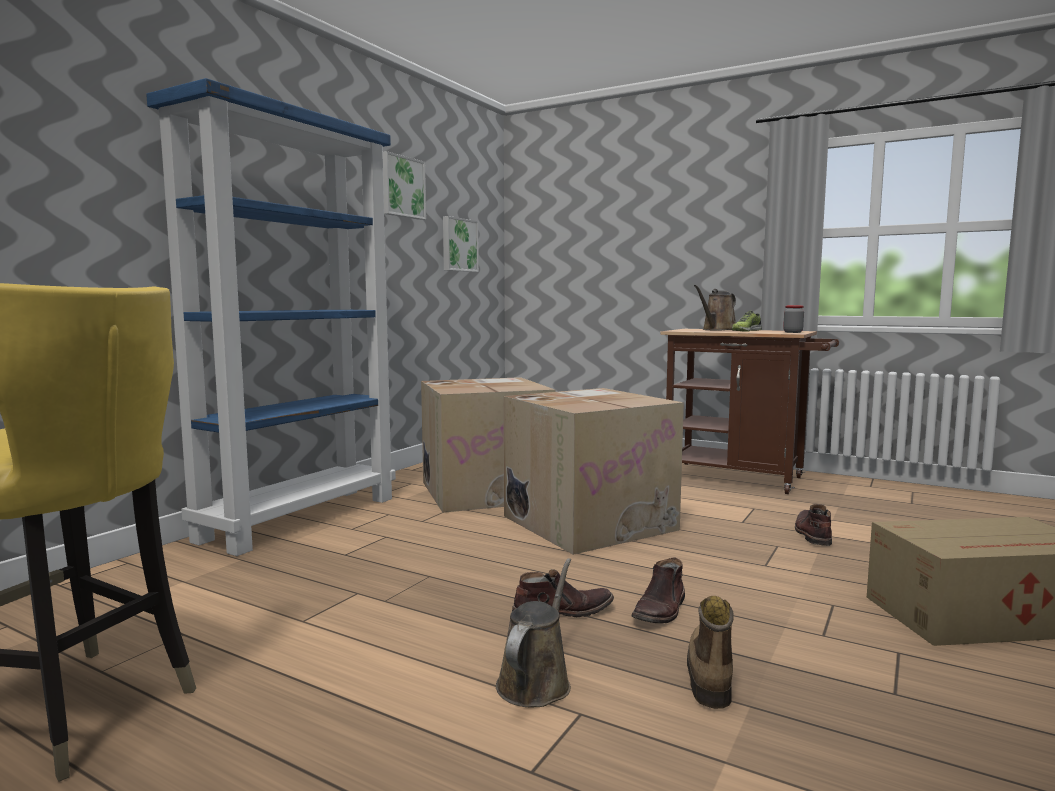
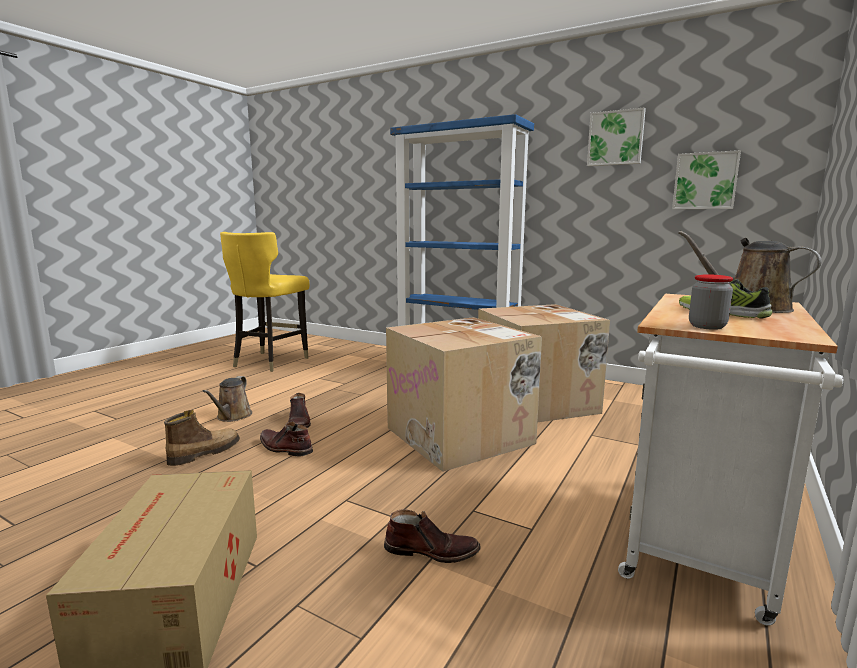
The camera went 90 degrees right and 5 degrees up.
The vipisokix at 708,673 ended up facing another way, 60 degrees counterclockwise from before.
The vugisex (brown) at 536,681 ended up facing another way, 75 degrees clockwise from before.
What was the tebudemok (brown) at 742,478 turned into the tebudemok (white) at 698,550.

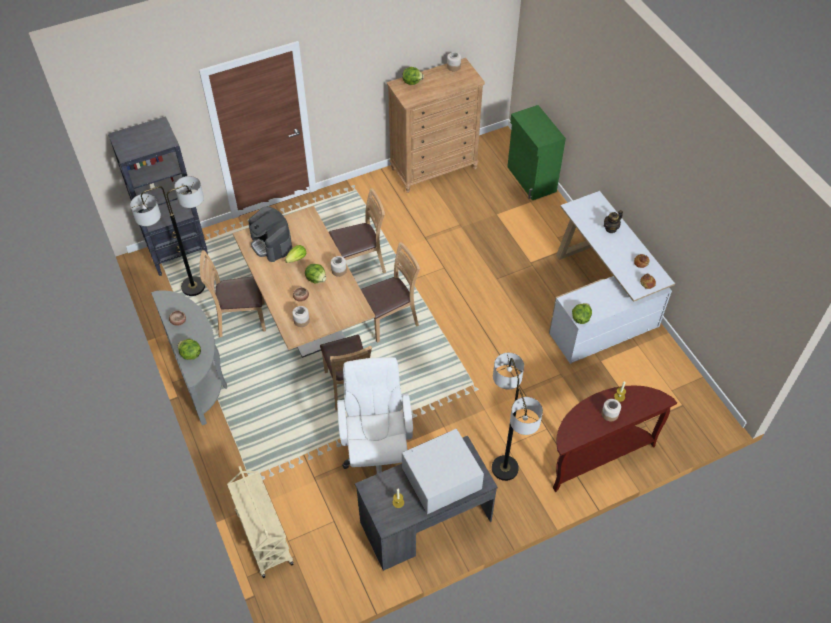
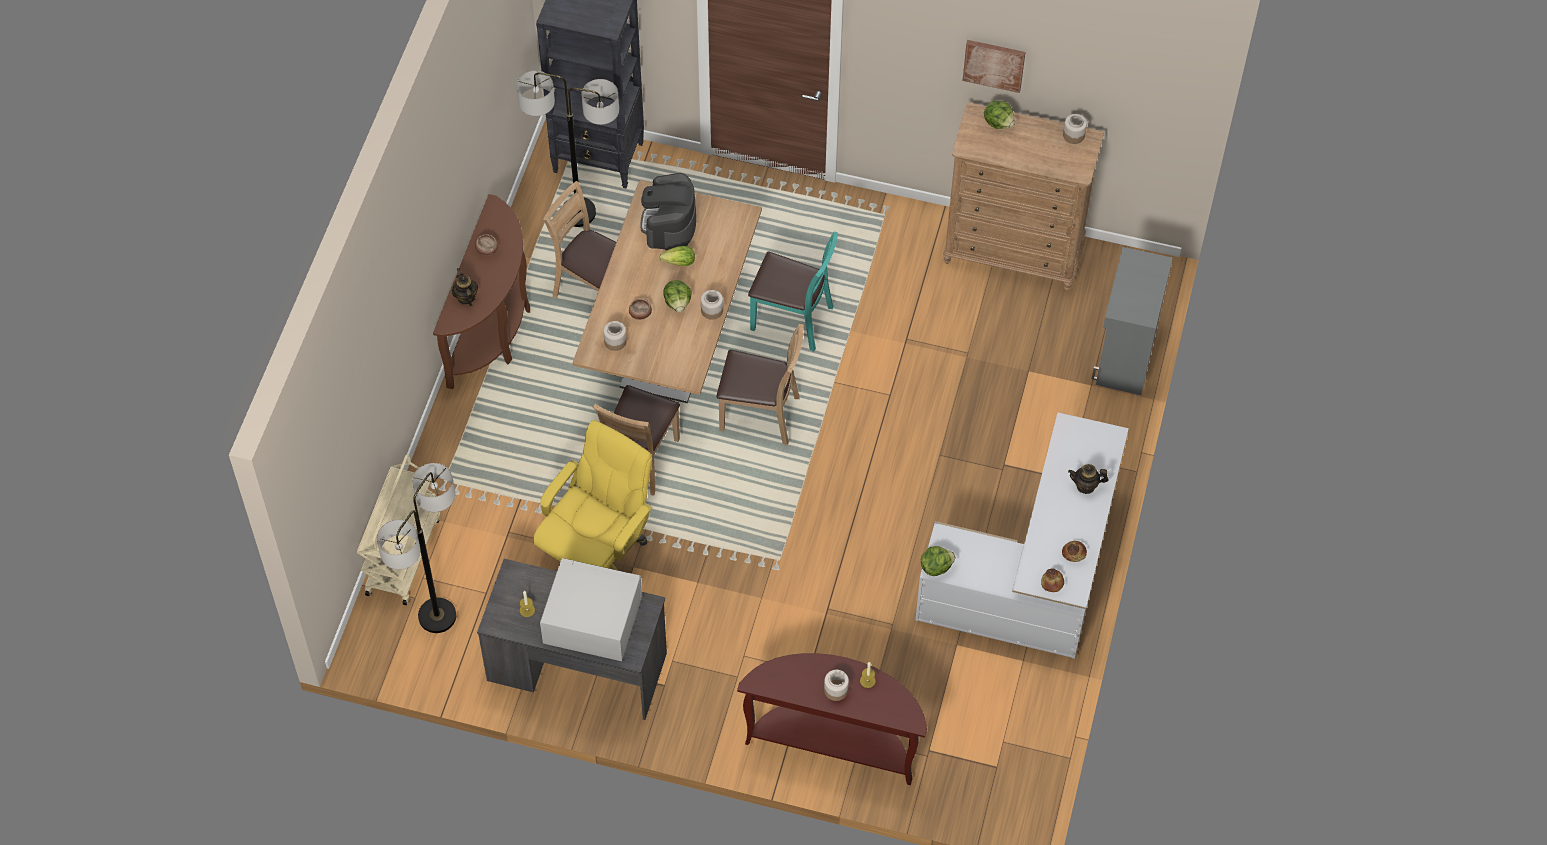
The camera went 40 degrees right and 5 degrees up.
The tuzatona ended up elsewhere, having gone from 504,468 to 437,616.
What was the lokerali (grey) at 200,376 turned into the lokerali (brown) at 493,330.
Where the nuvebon stood at 190,354, the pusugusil came to stand at 466,297.
What was the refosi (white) at 377,453 turned into the refosi (yellow) at 597,556.
What was the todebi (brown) at 360,265 turned into the todebi (turquoise) at 792,319.
The second view gained the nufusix at 994,64.
What was the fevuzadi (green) at 531,179 turned into the fevuzadi (grey) at 1125,355.

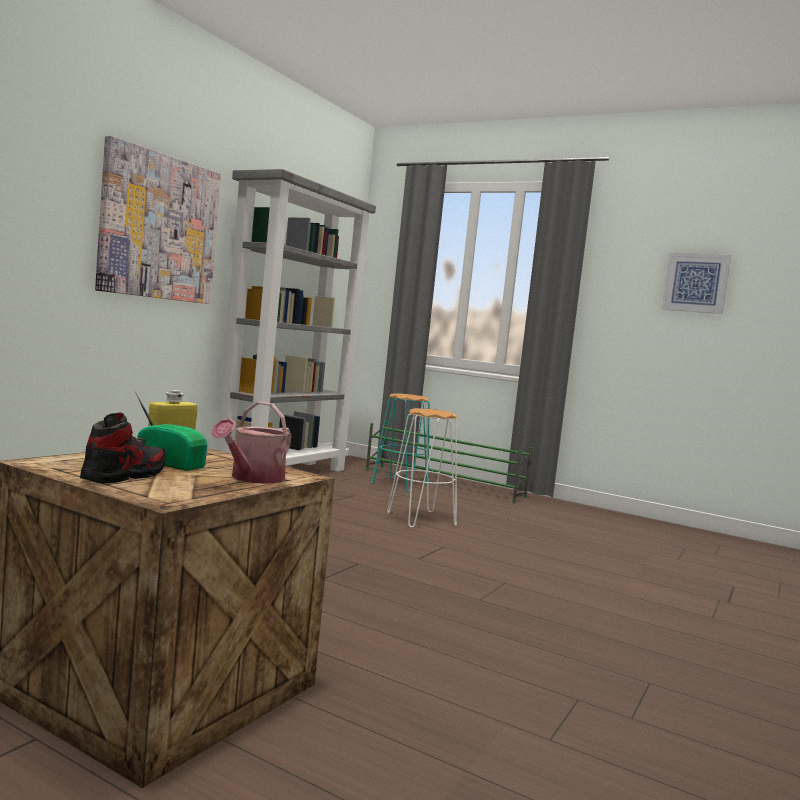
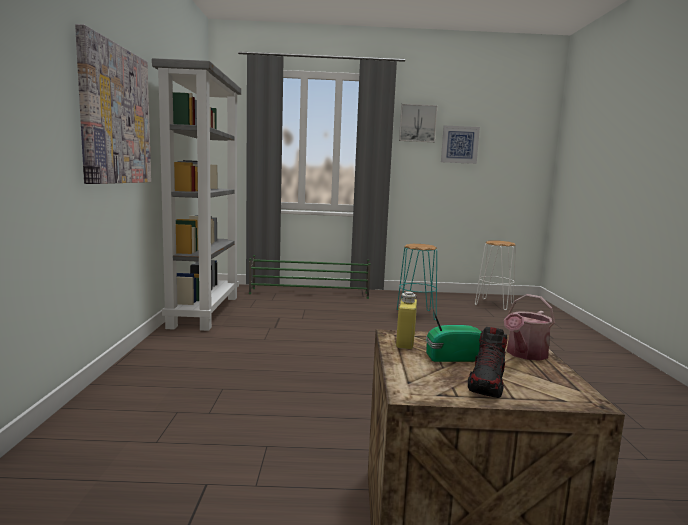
The camera went 30 degrees left and 5 degrees up.
The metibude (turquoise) ended up elsewhere, having gone from 400,485 to 416,314.
The second view gained the nufusix at 417,123.
The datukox at 124,475 ended up facing another way, 150 degrees counterclockwise from before.
The metibude (white) ended up elsewhere, having gone from 420,519 to 494,304.
The vugisex at 253,478 ended up facing another way, 45 degrees clockwise from before.

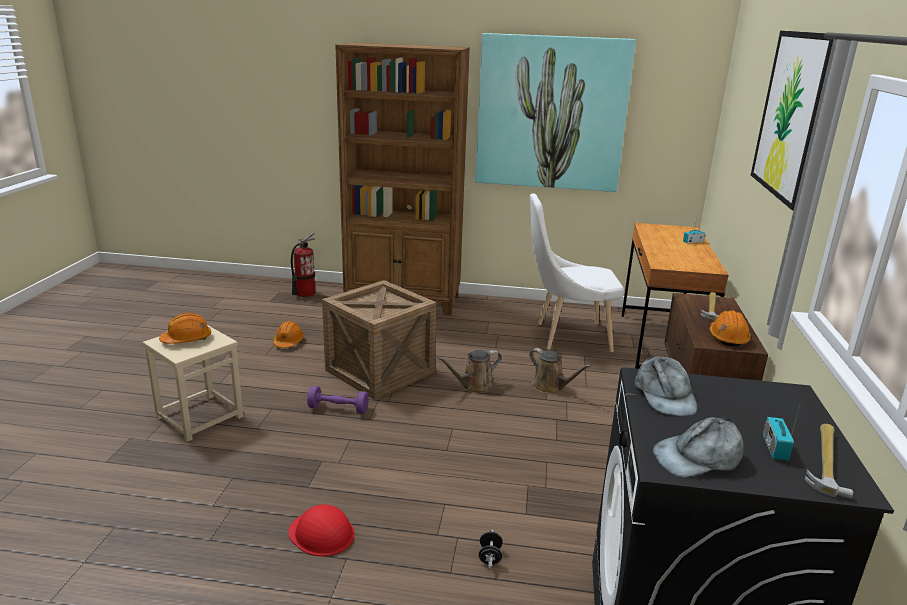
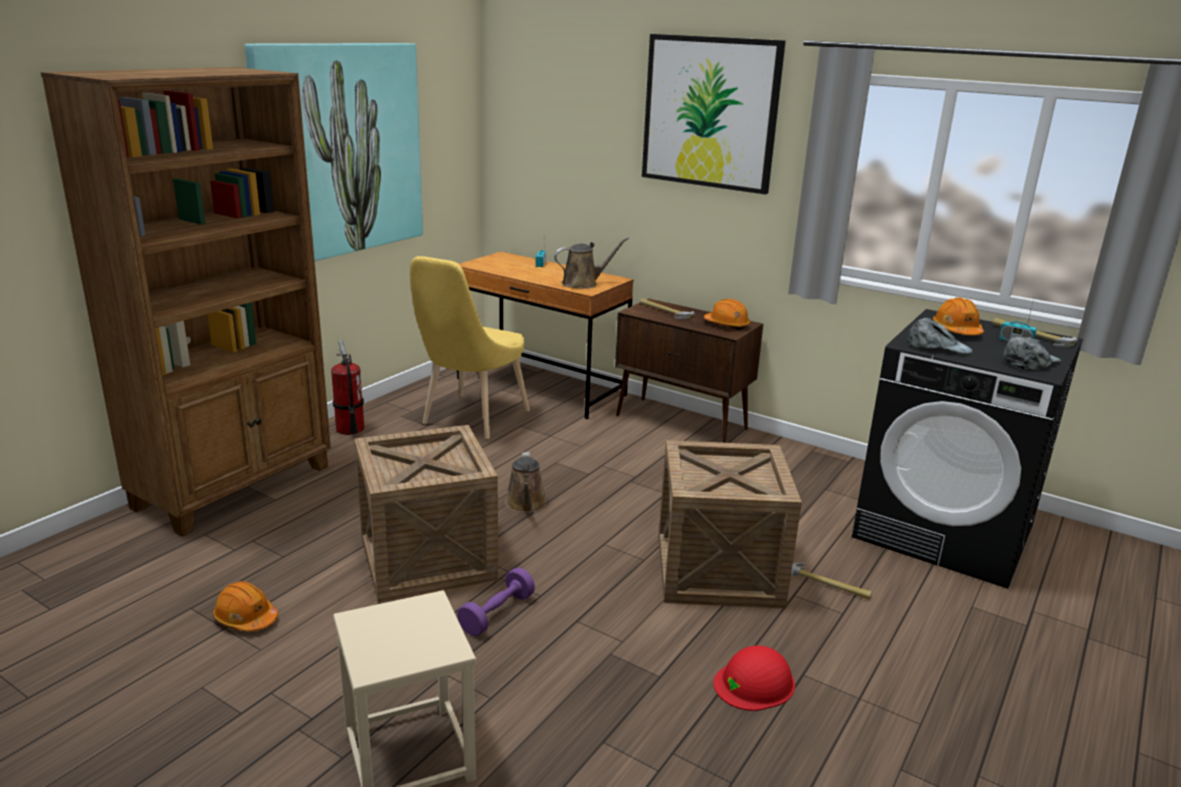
The camera went 65 degrees left and 0 degrees up.
The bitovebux ended up elsewhere, having gone from 305,293 to 349,429.
What was the todebi (white) at 567,337 turned into the todebi (yellow) at 471,420.
The vugisex (brown) ended up elsewhere, having gone from 551,387 to 583,283.
The second view gained the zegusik at 718,570.
Where the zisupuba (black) stood at 490,557, the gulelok came to stand at 828,585.
The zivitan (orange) ended up elsewhere, having gone from 187,339 to 956,330.
The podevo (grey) at 698,457 ended up facing another way, 135 degrees counterclockwise from before.

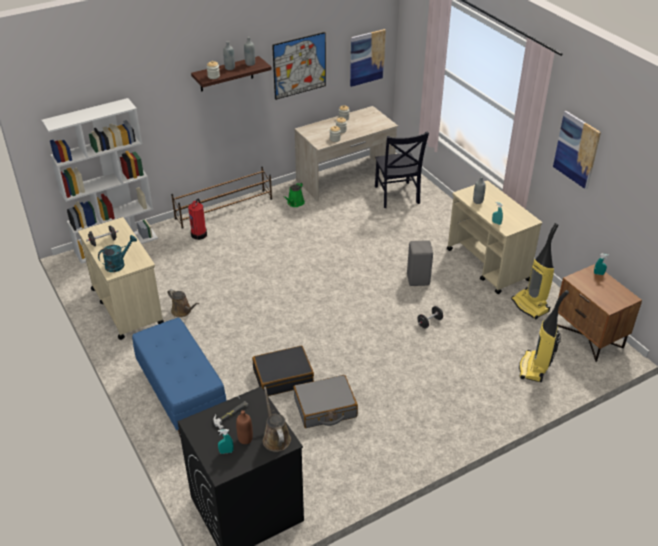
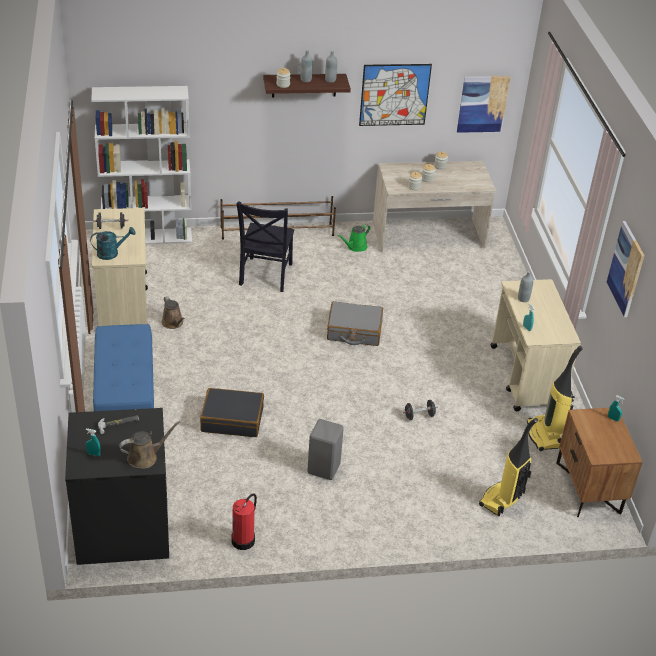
The camera went 20 degrees right and 0 degrees up.
The vugisex (brown) at 275,437 ended up facing another way, 60 degrees clockwise from before.
The bitovebux ended up elsewhere, having gone from 199,234 to 244,540.
The todebi (black) ended up elsewhere, having gone from 397,196 to 265,276.
The metibude (grey) ended up elsewhere, having gone from 417,280 to 322,469.
The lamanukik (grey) ended up elsewhere, having gone from 325,408 to 354,331.
The second view lost the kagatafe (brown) at 245,439.

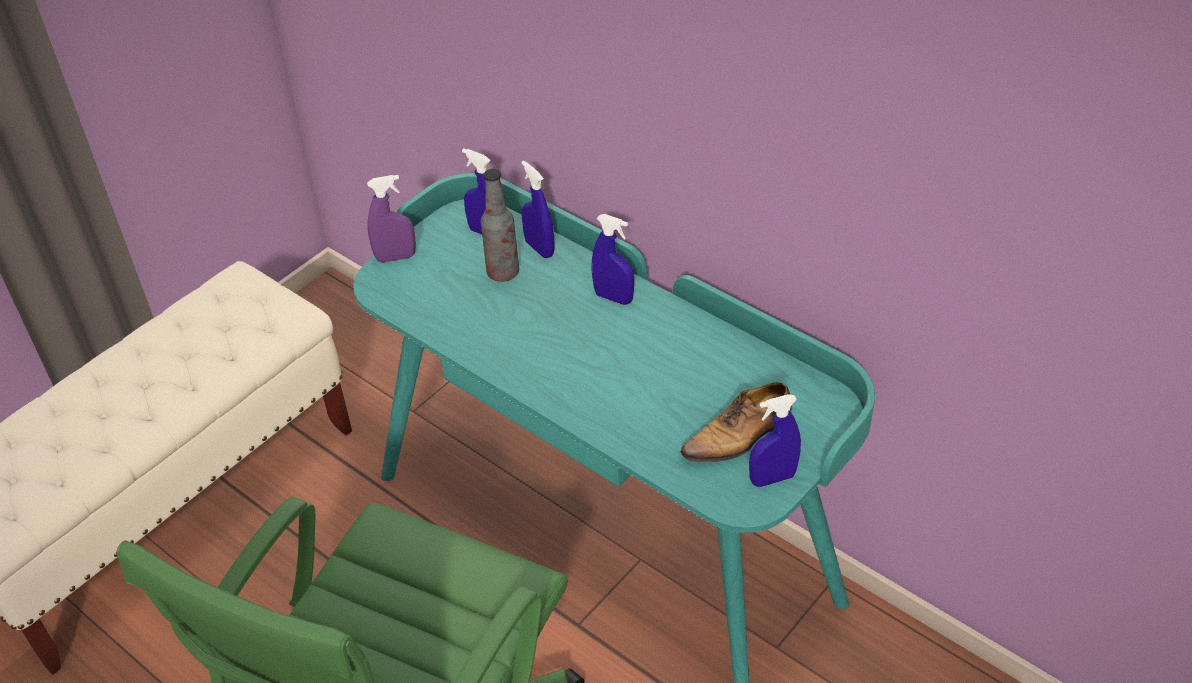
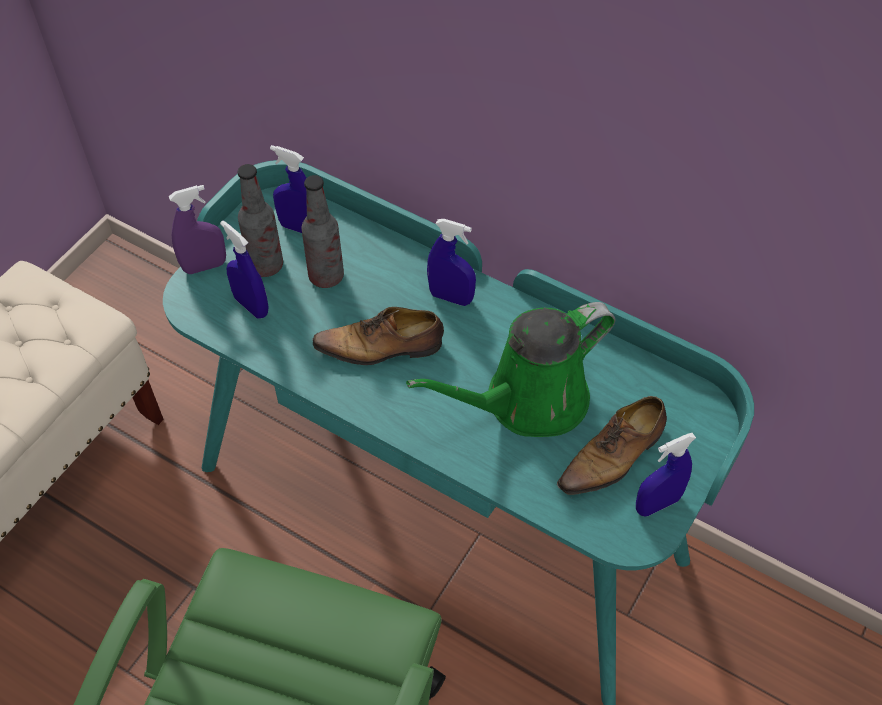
The camera went 10 degrees left and 10 degrees up.
The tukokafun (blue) ended up elsewhere, having gone from 539,248 to 251,306.
The second view gained the kagatafe at 266,265.
The second view gained the datukox at 382,347.
The second view gained the vugisex (green) at 527,401.

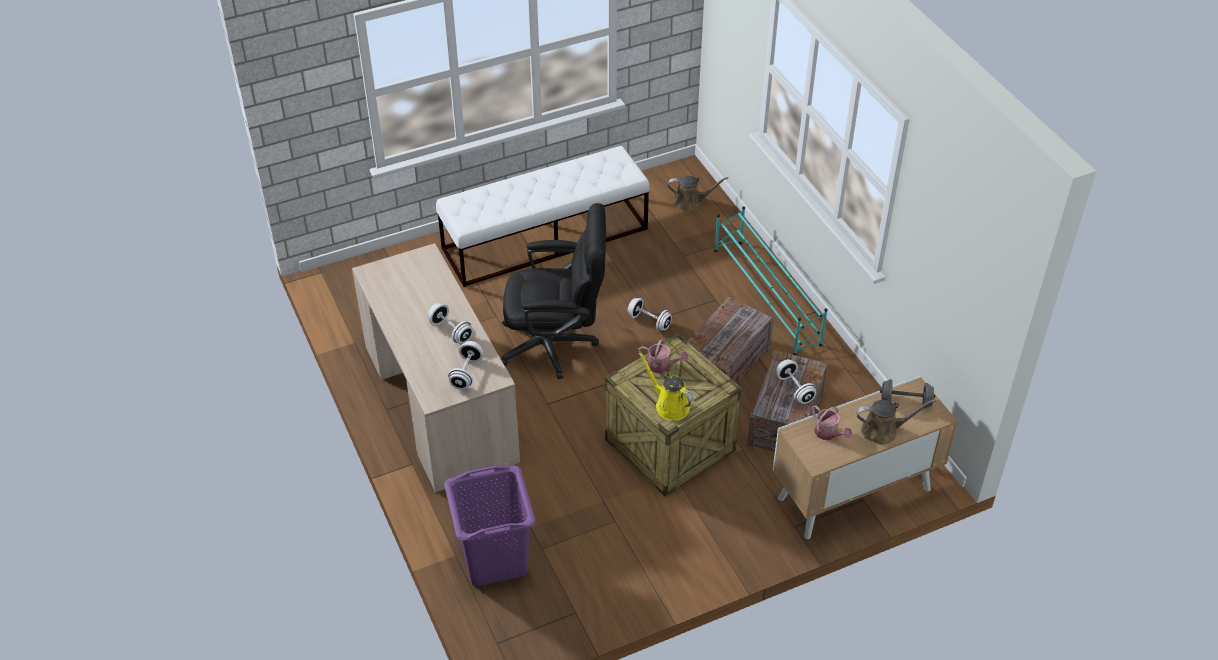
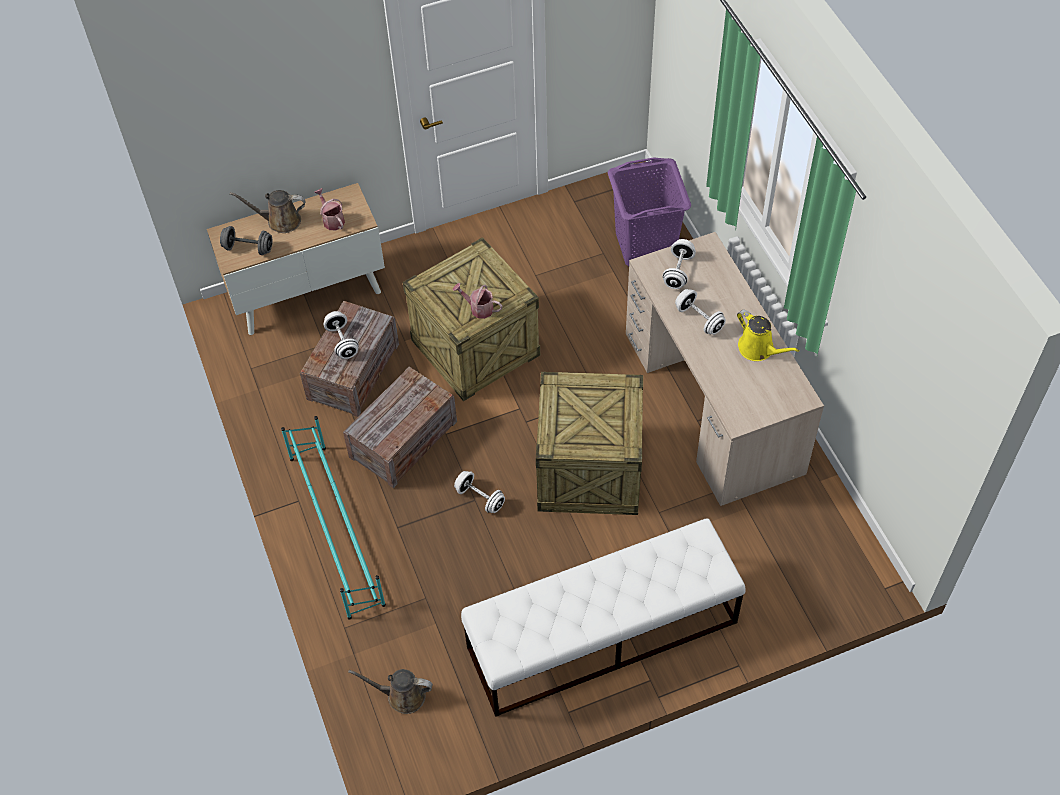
The camera went 175 degrees left and 10 degrees up.
Where the refosi (black) stood at 557,345, the zegusik came to stand at 588,469.
The vugisex (yellow) ended up elsewhere, having gone from 669,405 to 758,349.

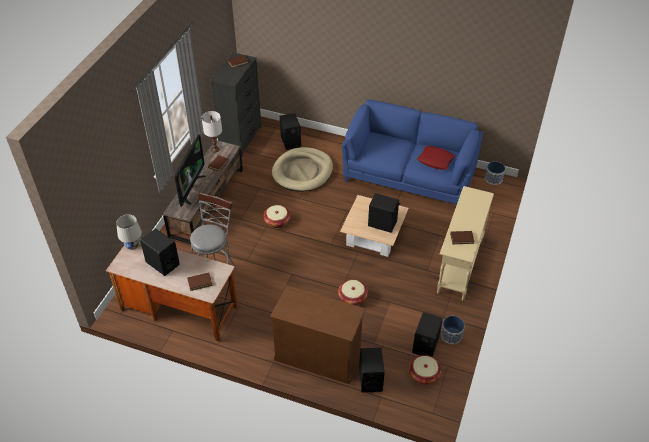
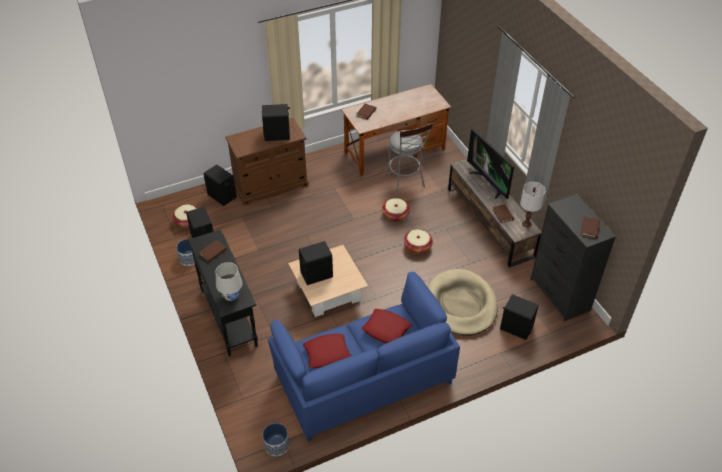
The camera went 135 degrees right and 0 degrees up.
What was the lokerali (beige) at 459,266 turned into the lokerali (black) at 229,317.
The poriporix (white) ended up elsewhere, having gone from 132,245 to 231,296.
The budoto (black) ended up elsewhere, having gone from 162,263 to 277,135.
The second view gained the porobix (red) at 386,329.
The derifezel ended up elsewhere, having gone from 352,297 to 395,215.

